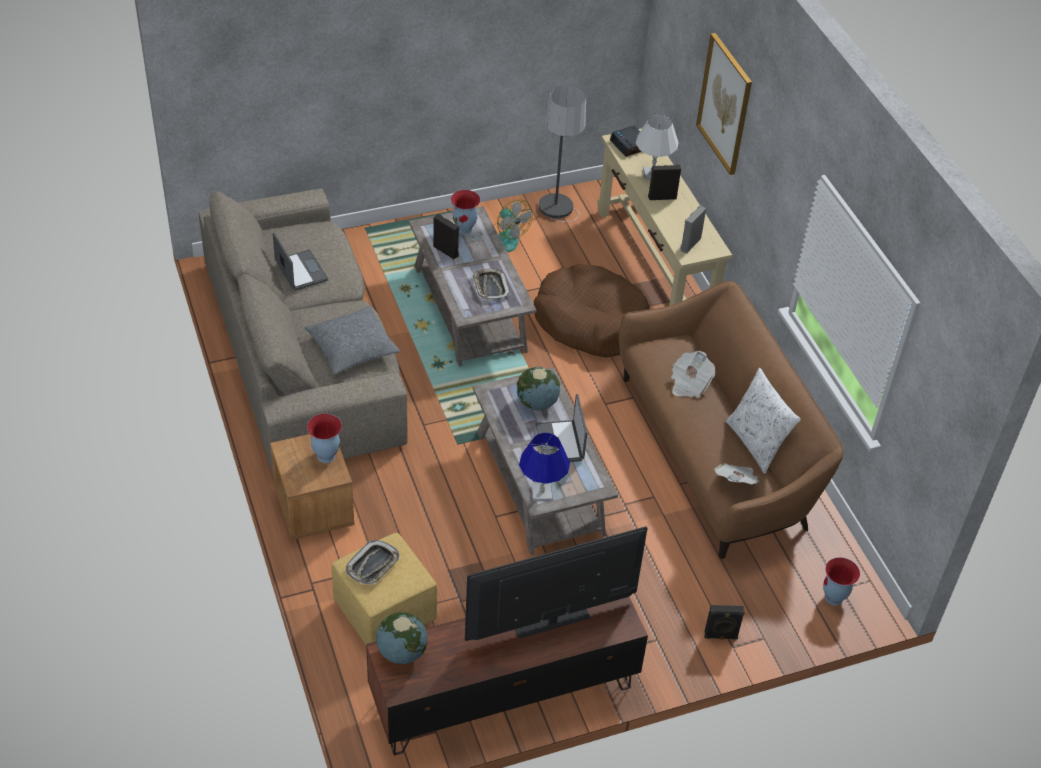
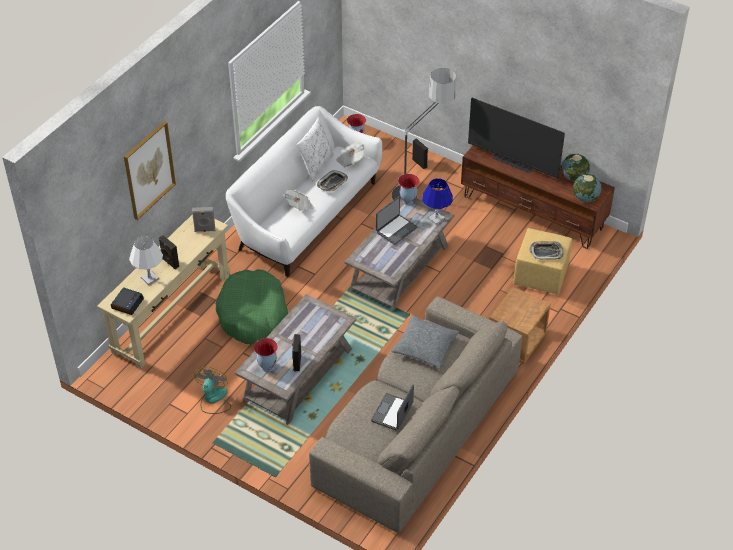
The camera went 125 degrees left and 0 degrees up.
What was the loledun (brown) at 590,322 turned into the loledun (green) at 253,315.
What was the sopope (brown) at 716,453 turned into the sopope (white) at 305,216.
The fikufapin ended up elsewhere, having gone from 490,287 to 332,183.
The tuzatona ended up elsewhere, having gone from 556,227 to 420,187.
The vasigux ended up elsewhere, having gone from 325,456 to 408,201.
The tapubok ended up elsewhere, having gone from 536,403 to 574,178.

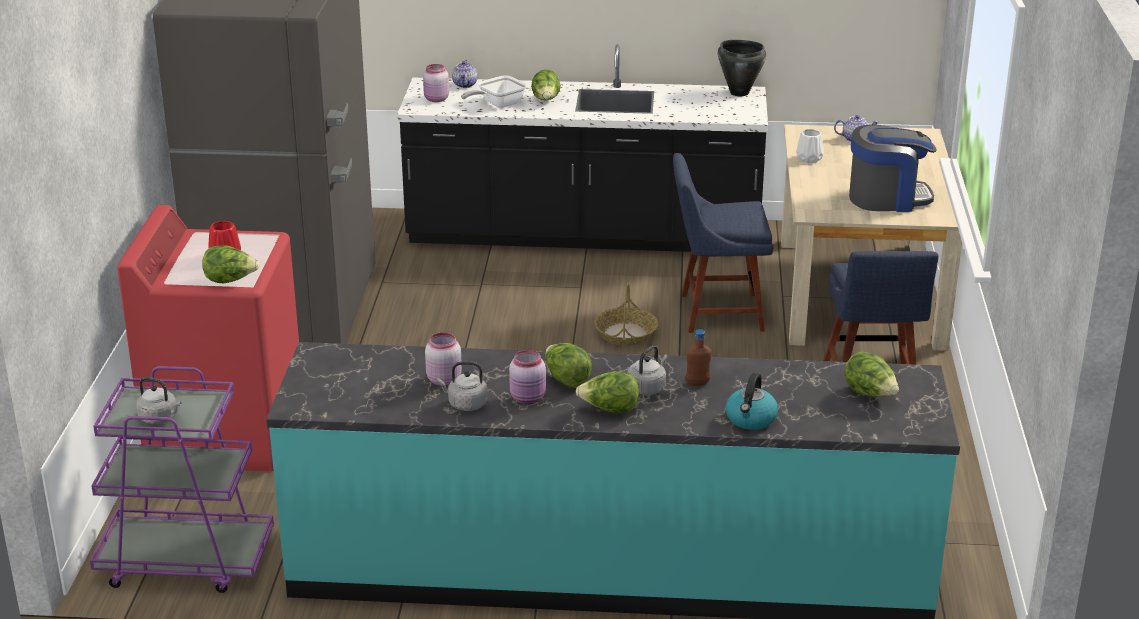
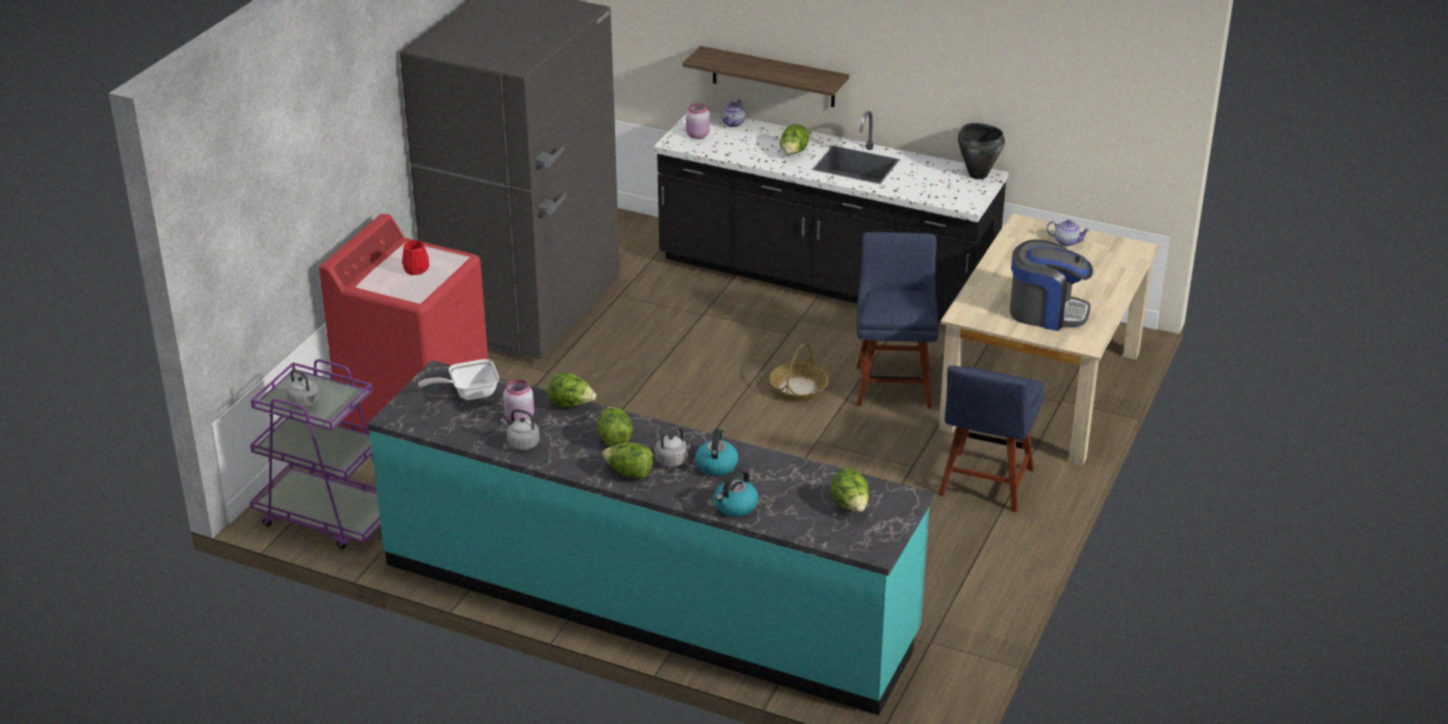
The camera went 20 degrees right and 5 degrees up.
The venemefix ended up elsewhere, having gone from 498,104 to 469,393.
The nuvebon ended up elsewhere, having gone from 230,281 to 571,404.
The second view gained the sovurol at 773,77.
Where the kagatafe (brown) stood at 697,383, the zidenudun came to stand at 716,465.
The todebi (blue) at 716,313 ended up facing another way, 75 degrees clockwise from before.
The second view lost the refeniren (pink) at 528,398.
The second view lost the vasigux (white) at 808,159.

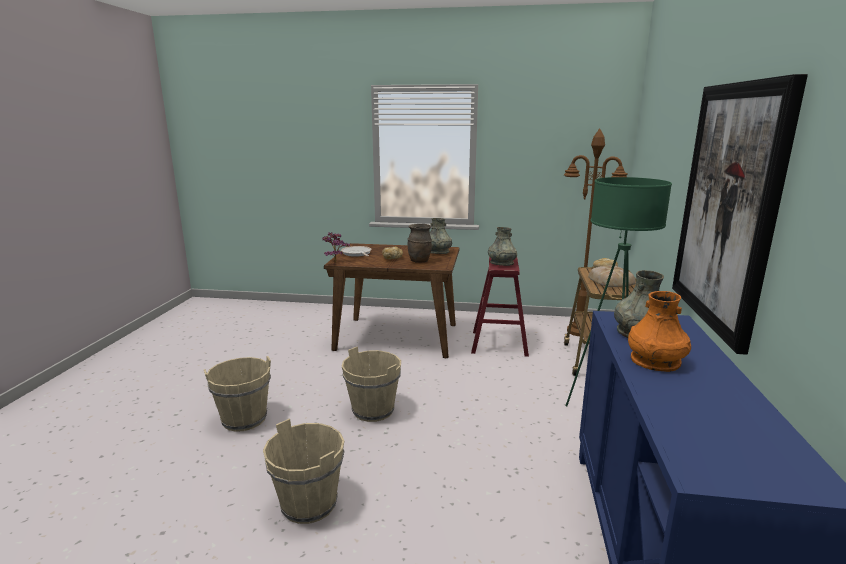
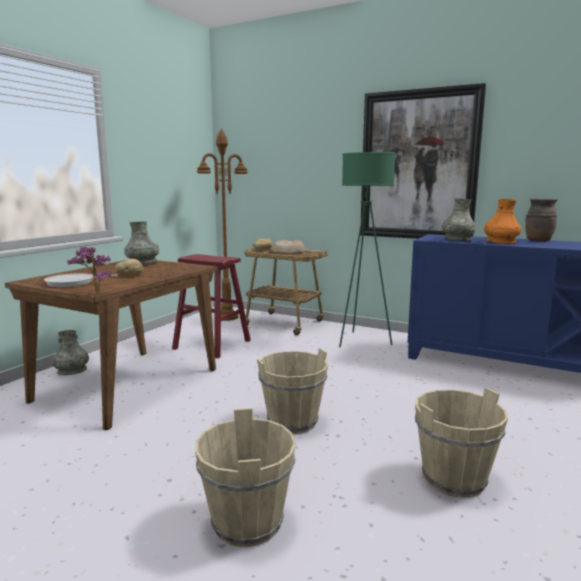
The camera went 70 degrees left and 5 degrees down.
The vasigux (grey) ended up elsewhere, having gone from 501,263 to 72,371.
The vasigux (brown) ended up elsewhere, having gone from 419,261 to 538,241.

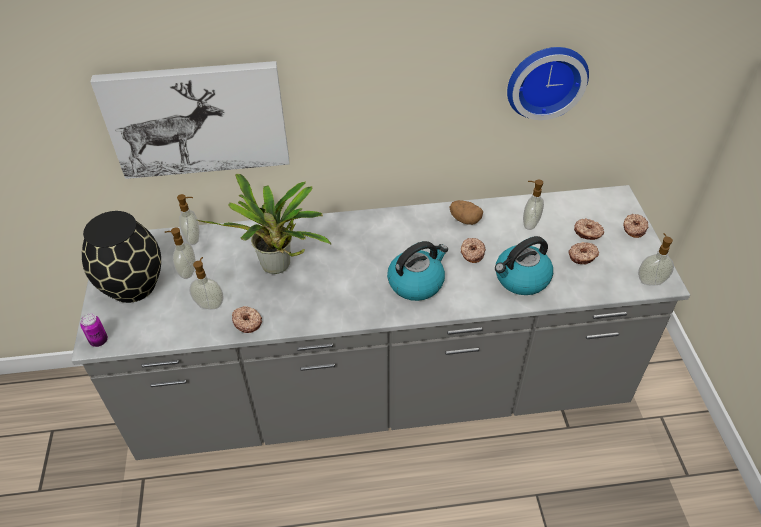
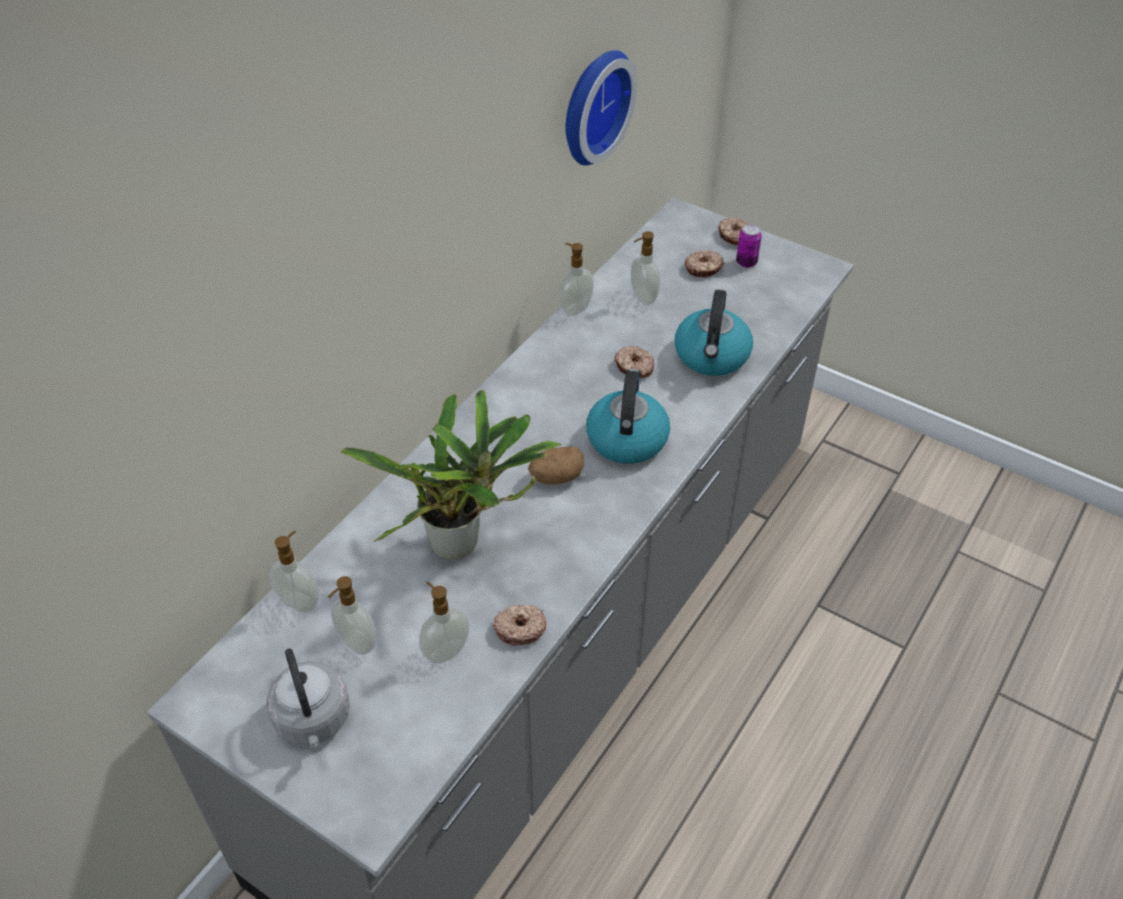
The camera went 50 degrees left and 0 degrees up.
Where the vasigux (black) stood at 133,287, the zidenudun (grey) came to stand at 313,721.
The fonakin ended up elsewhere, having gone from 465,220 to 556,477.
The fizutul ended up elsewhere, having gone from 650,280 to 575,308.
The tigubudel ended up elsewhere, having gone from 99,341 to 746,262.
The second view lost the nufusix at 197,119.
The second view lost the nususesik at 582,256.

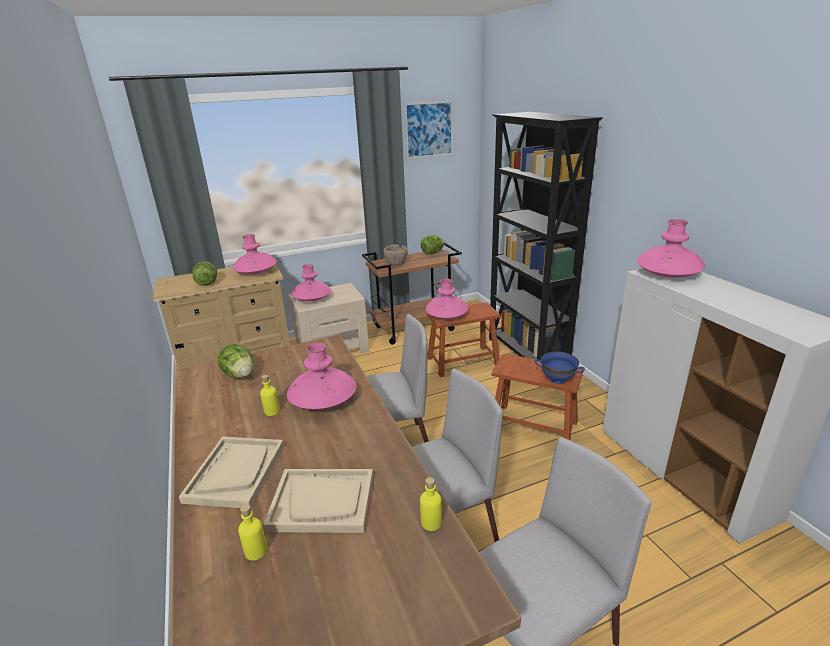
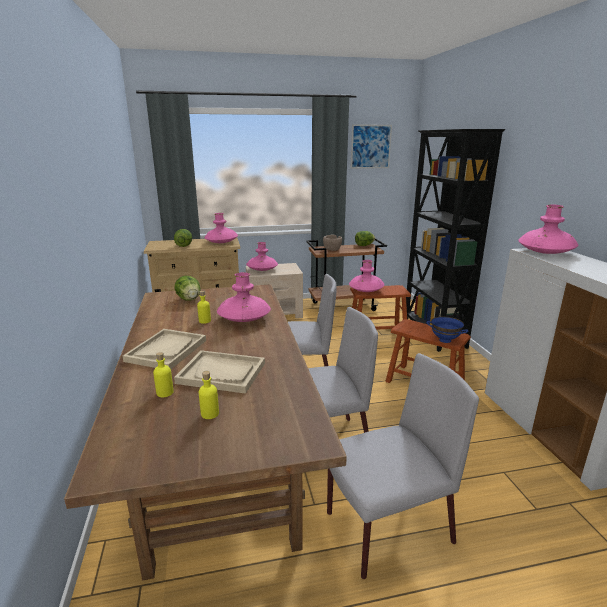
The camera went 10 degrees right and 5 degrees down.
The kagatafe (yellow) ended up elsewhere, having gone from 431,522 to 210,414.

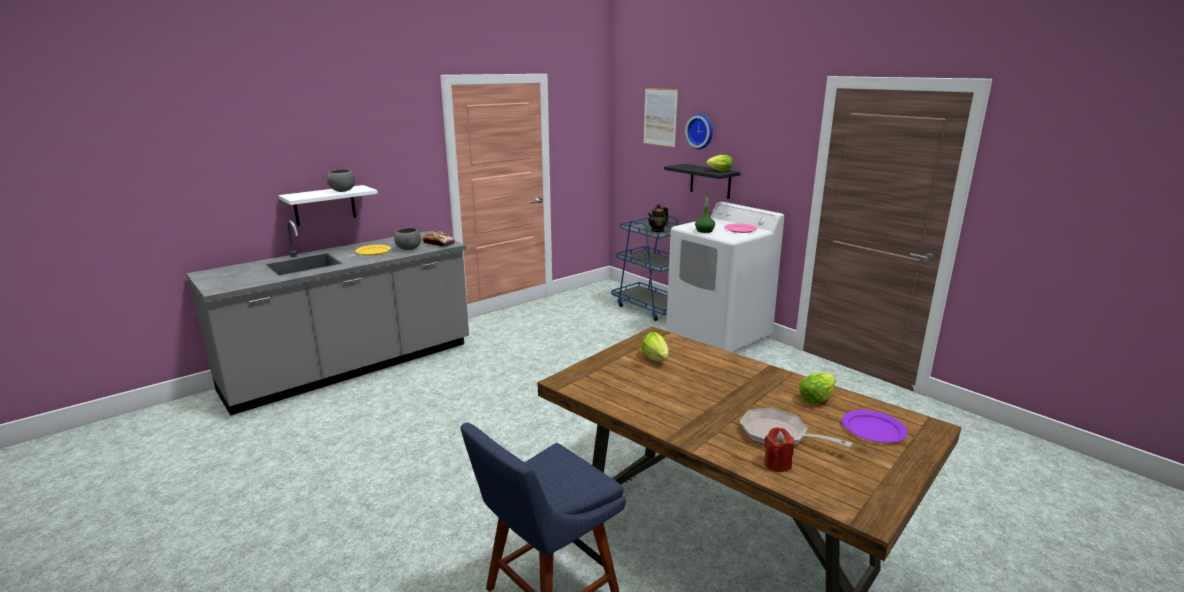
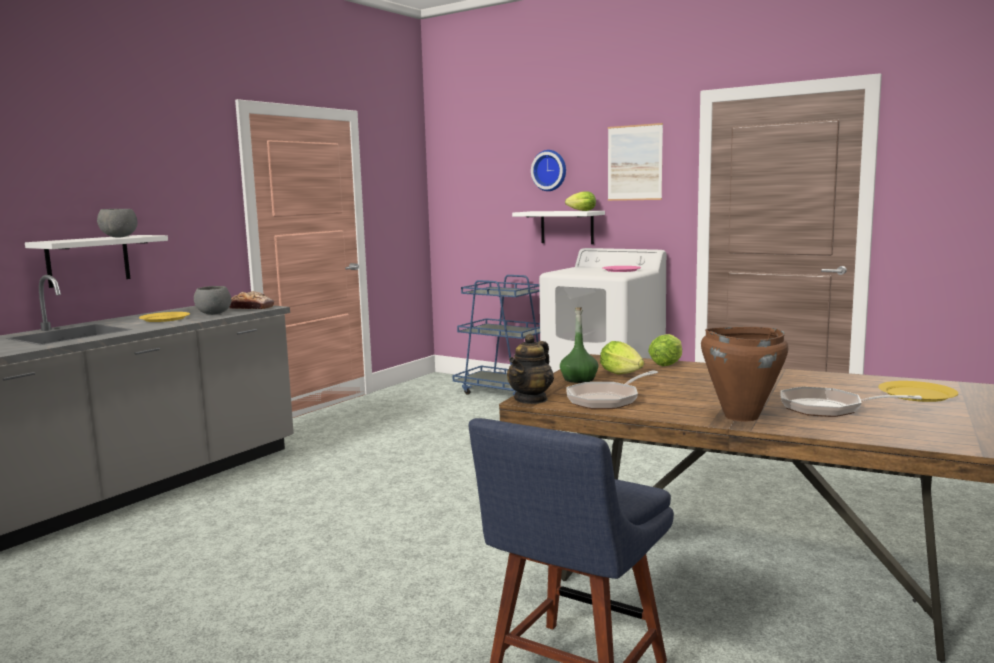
The camera went 15 degrees left and 10 degrees down.
The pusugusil ended up elsewhere, having gone from 657,230 to 531,399.
What was the sovurol (black) at 710,181 turned into the sovurol (white) at 567,227.
The kagatafe (green) ended up elsewhere, having gone from 704,231 to 579,379.
The second view gained the venemefix at 606,400.
The nufusix ended up elsewhere, having gone from 660,117 to 634,163.
The nuvebon ended up elsewhere, having gone from 818,398 to 668,364.
The second view gained the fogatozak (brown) at 740,416.
What was the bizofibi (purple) at 873,429 turned into the bizofibi (yellow) at 917,394.
The second view lost the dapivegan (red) at 777,464.

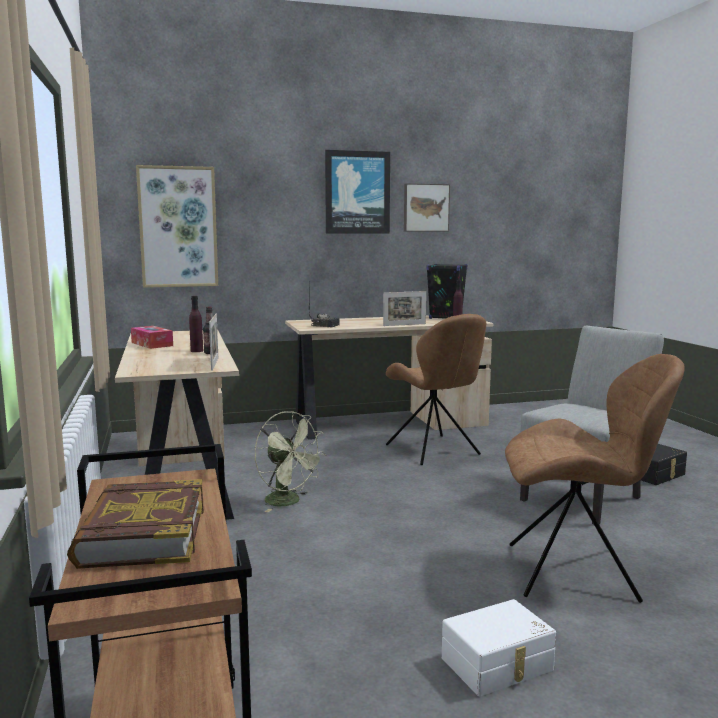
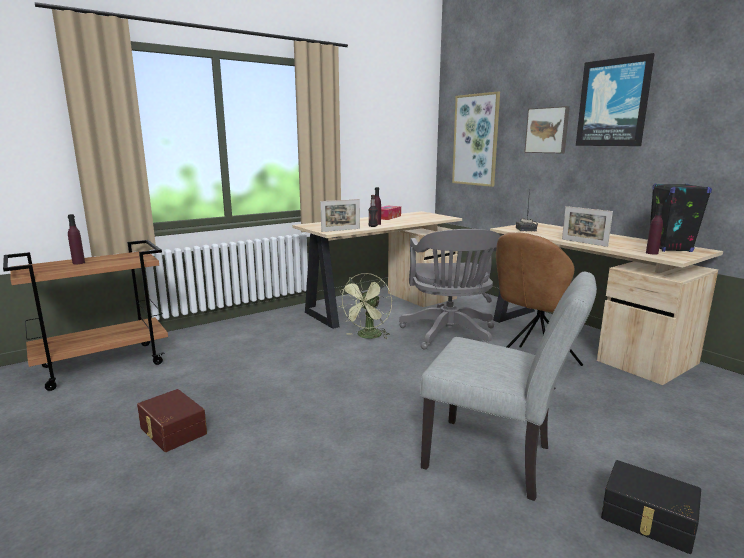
The camera went 70 degrees right and 5 degrees up.
Where the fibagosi stood at 142,534, the kagatafe (purple) came to stand at 78,263.
What was the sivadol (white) at 498,665 turned into the sivadol (brown) at 171,431.
The second view gained the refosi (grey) at 449,335.
The nufusix ended up elsewhere, having gone from 425,207 to 547,130.
The second view lost the todebi (brown) at 576,572.

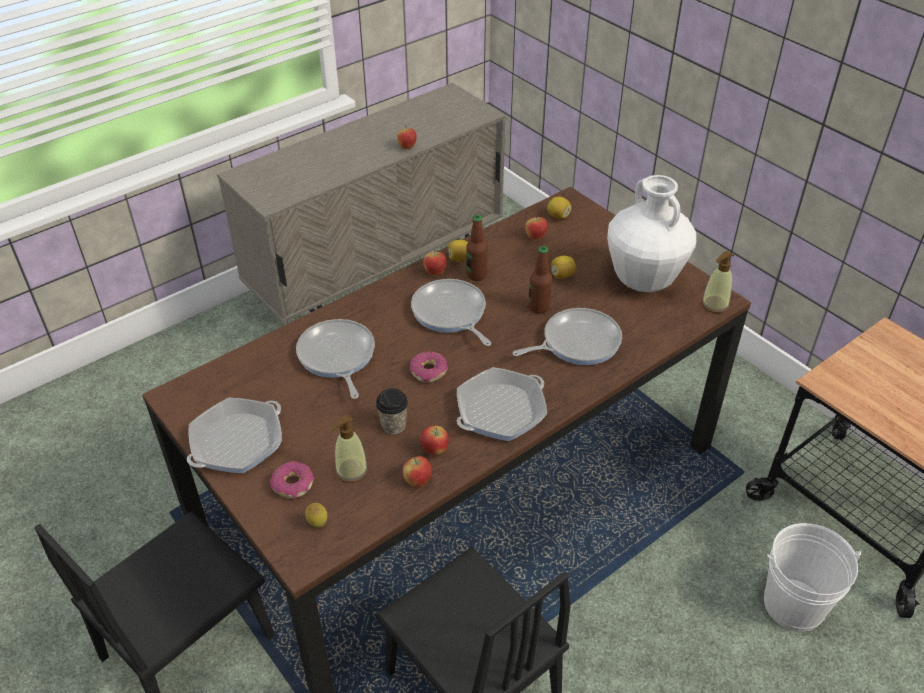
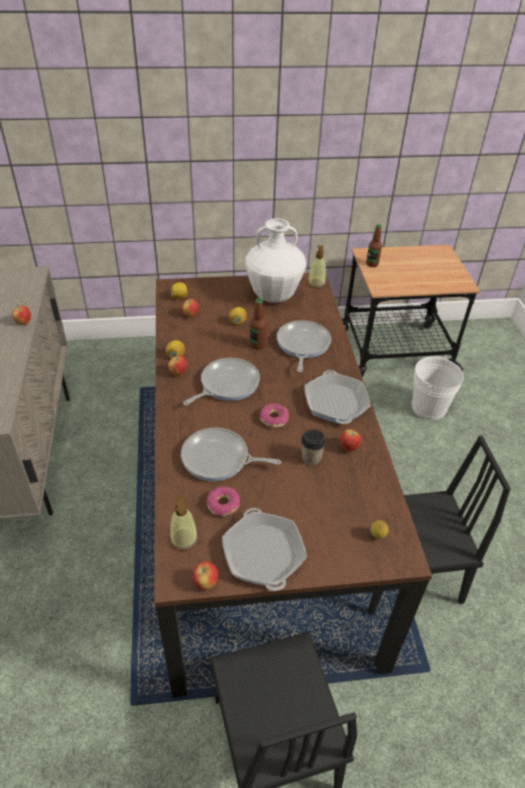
The camera went 60 degrees left and 0 degrees up.
The fizutul ended up elsewhere, having gone from 351,471 to 184,539.
The venemefix at 450,313 ended up facing another way, 135 degrees clockwise from before.
The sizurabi ended up elsewhere, having gone from 417,481 to 206,583.
The nususesik ended up elsewhere, having gone from 293,485 to 223,505.
The kagatafe ended up elsewhere, having gone from 476,275 to 372,264.

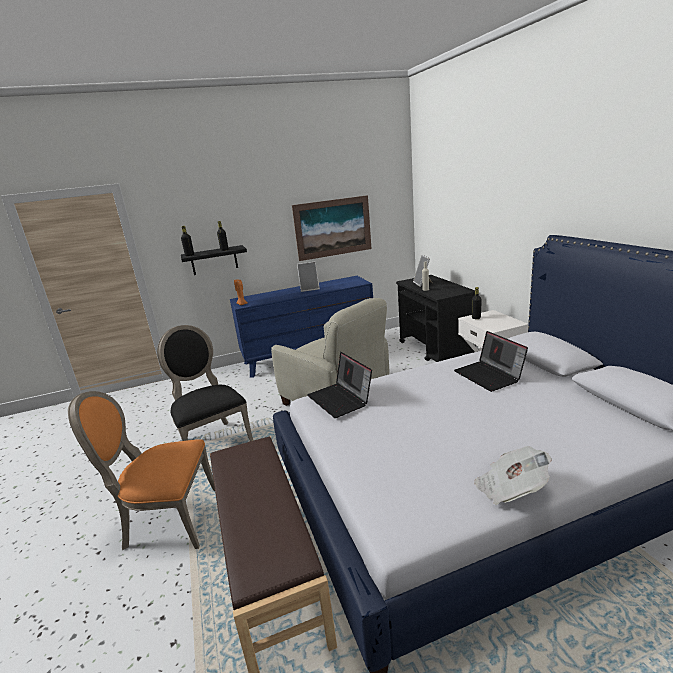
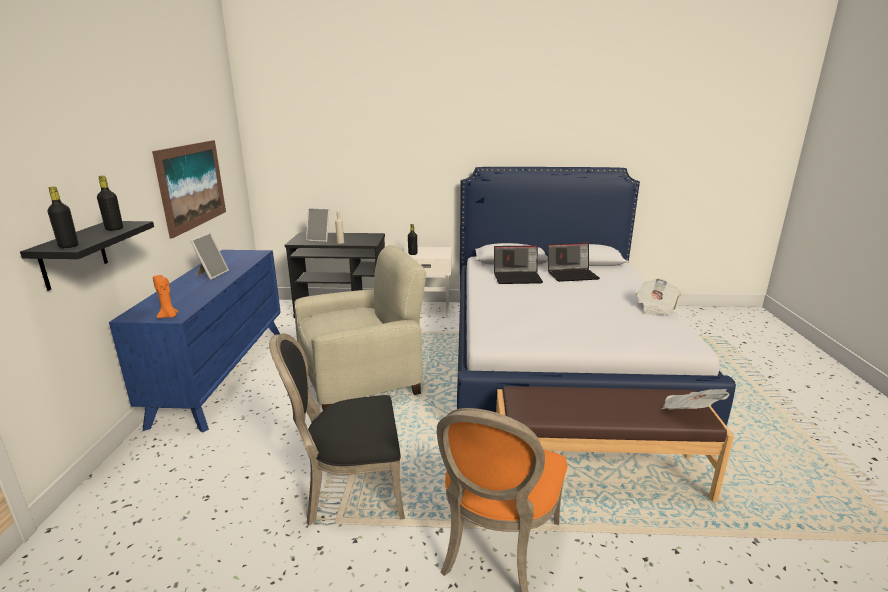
The camera went 70 degrees left and 0 degrees up.
The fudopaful ended up elsewhere, having gone from 341,400 to 572,275.
The second view gained the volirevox at 690,412.

